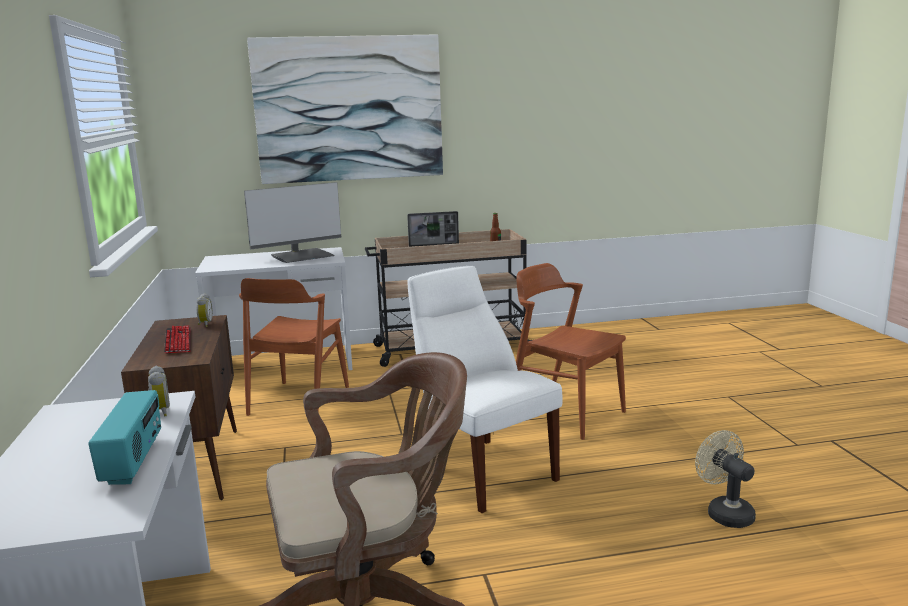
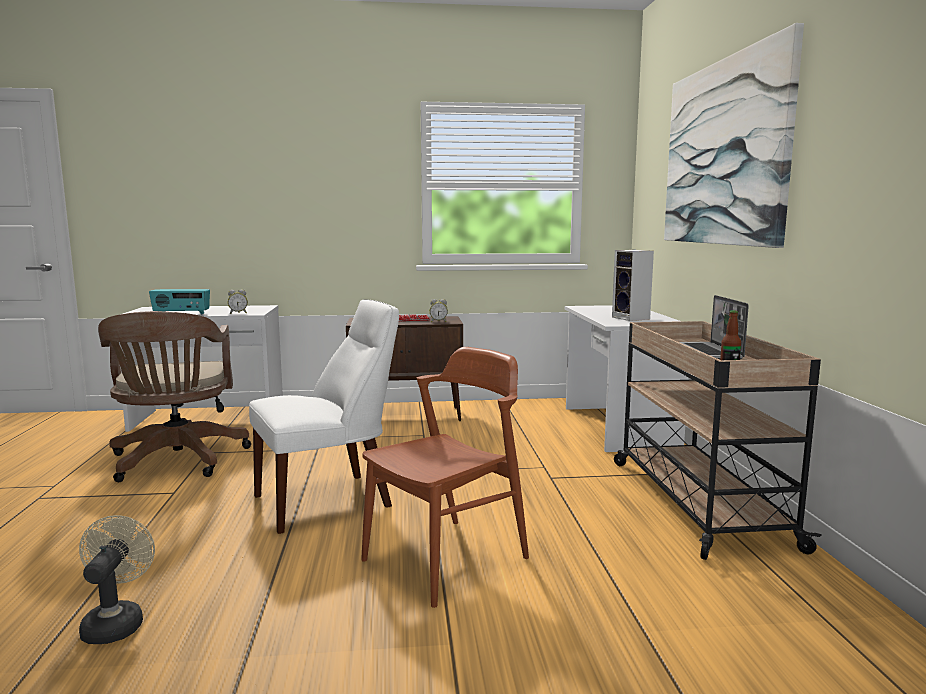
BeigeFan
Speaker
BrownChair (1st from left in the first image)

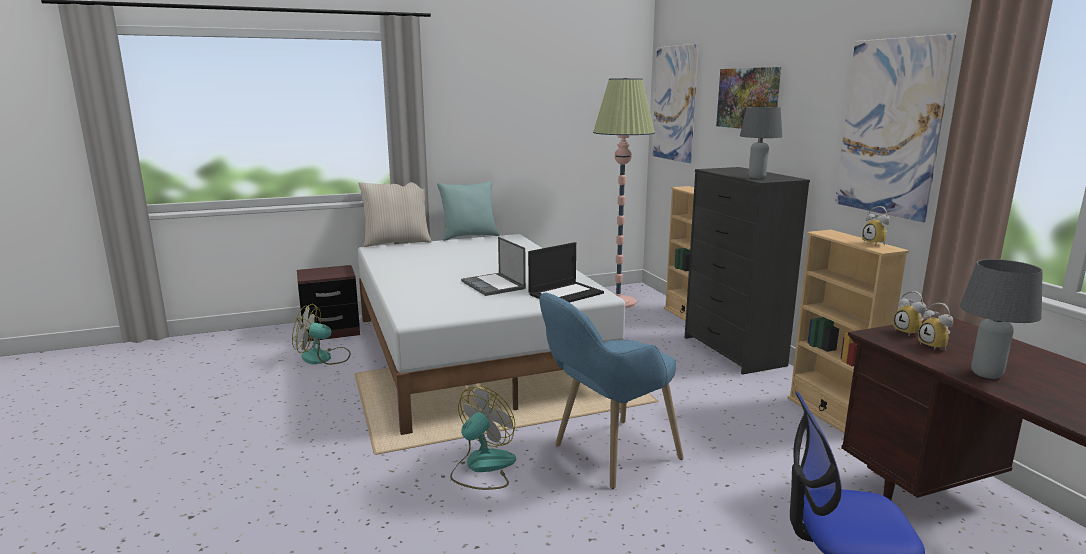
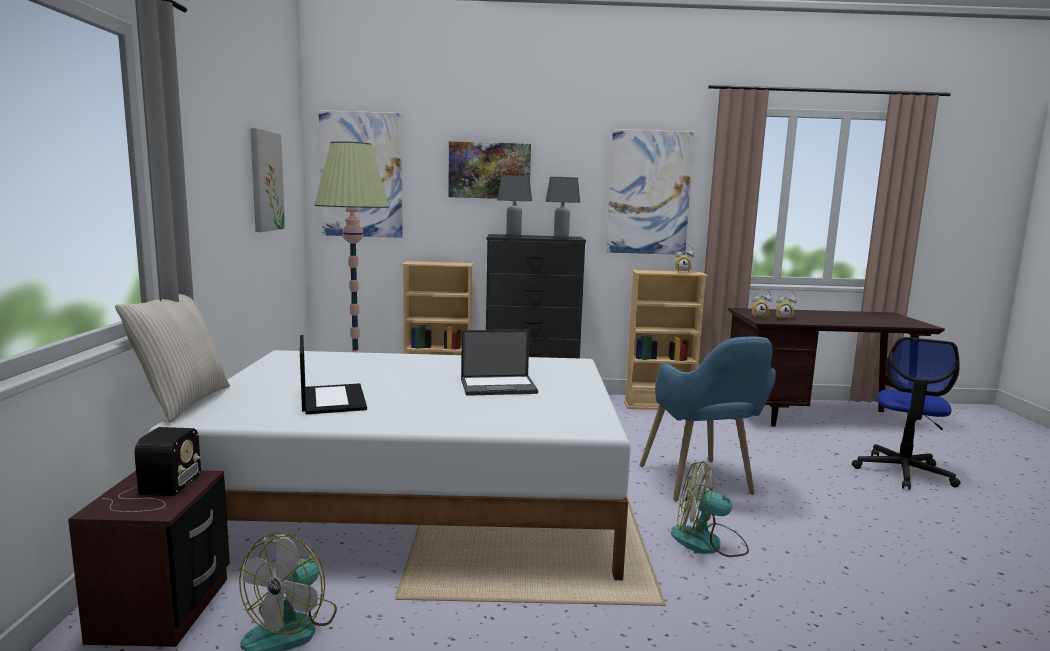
Radio
Picture (1st from left)
Laptop (1st from left)
GreyTableLamp (1st from left)
Fan (2nd from left)
TurquoisePillow

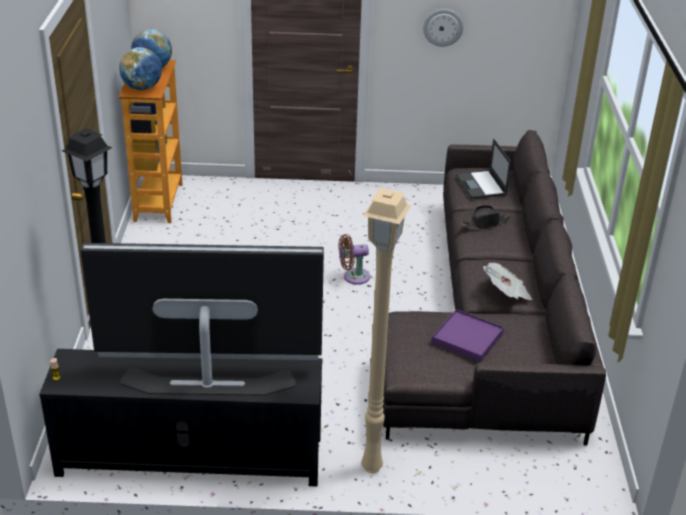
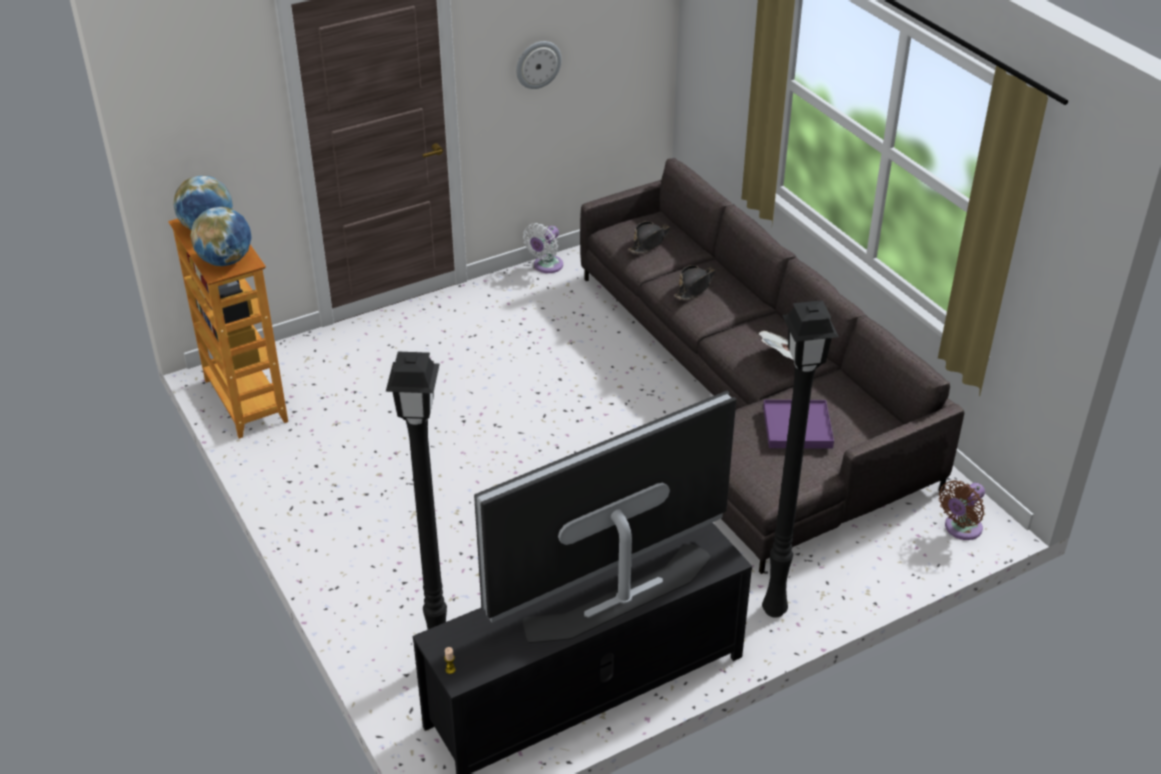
WhiteFan
BlackHat (1st from left)
BlackFloorLamp (2nd from left)
BrownFan

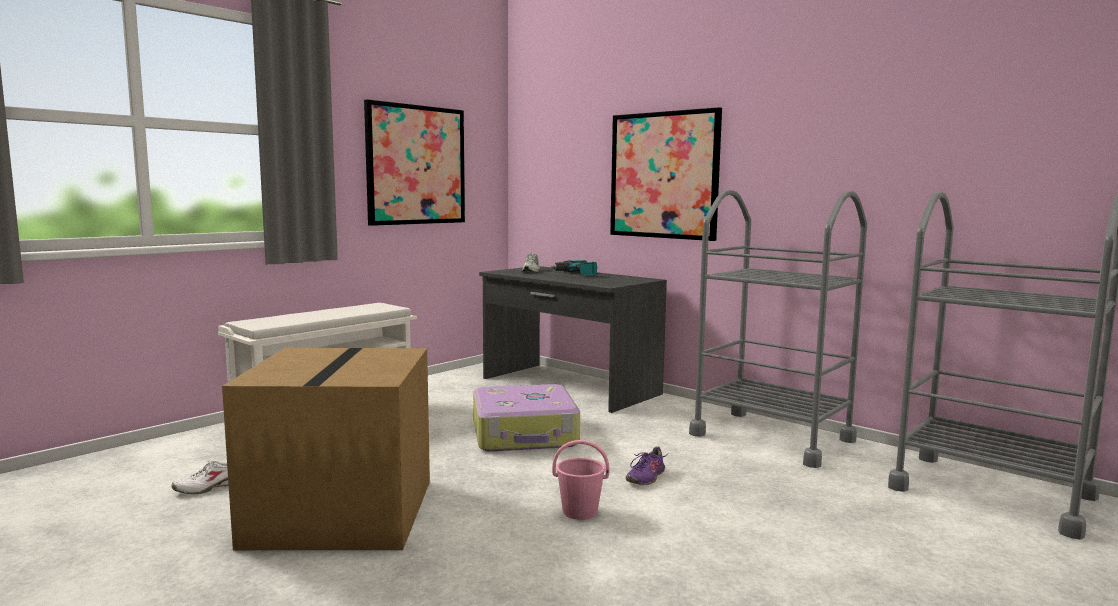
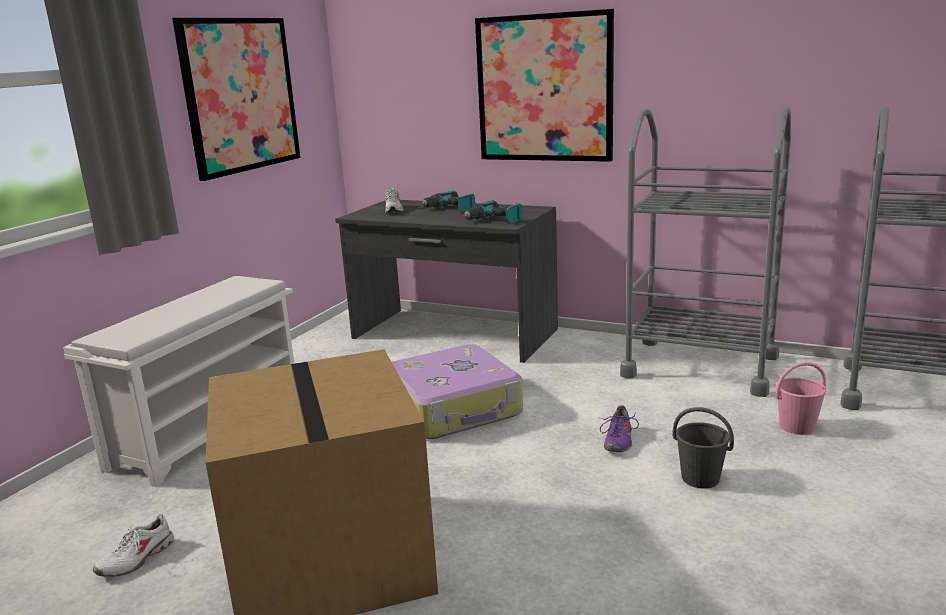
PowerDrill (2nd from left)
GreyBucket
PinkBucket

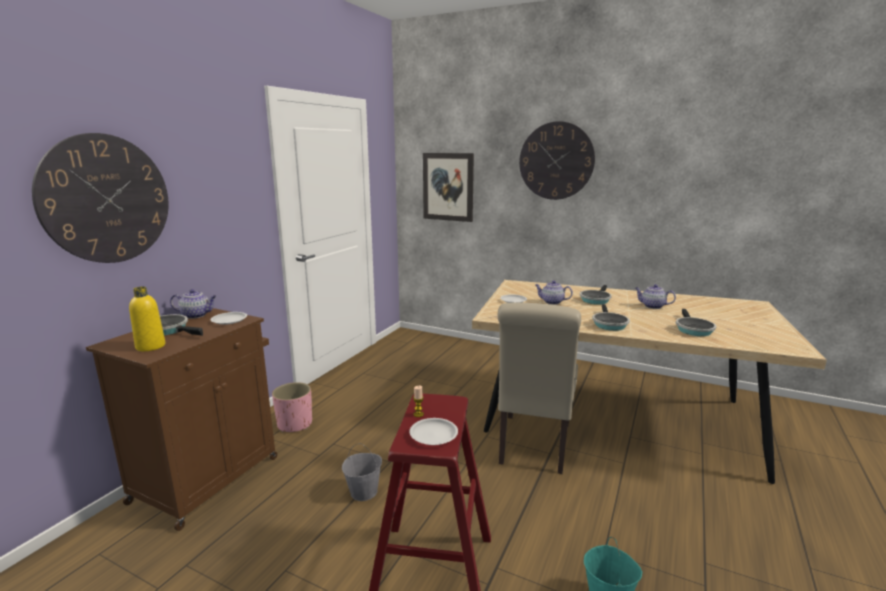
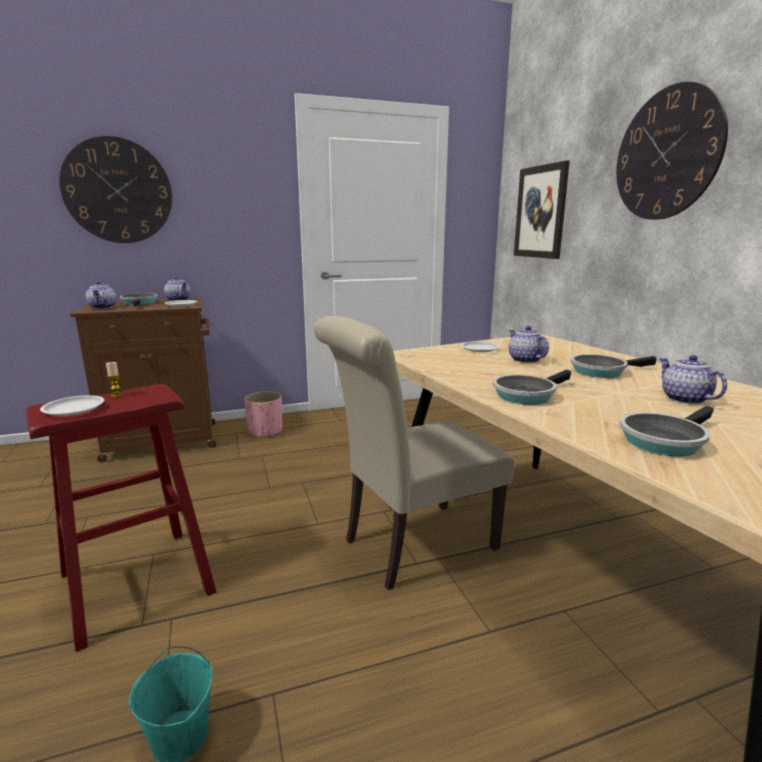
Teapot (1st from left)
GreyBucket

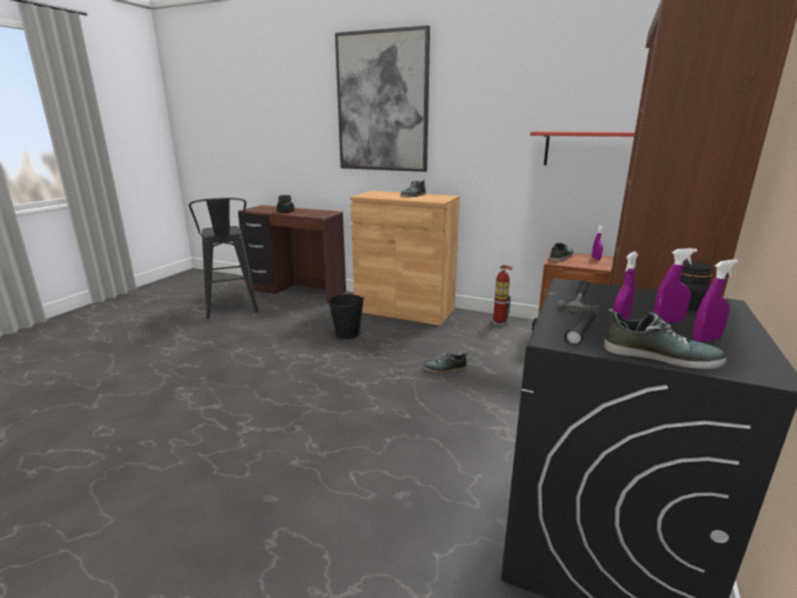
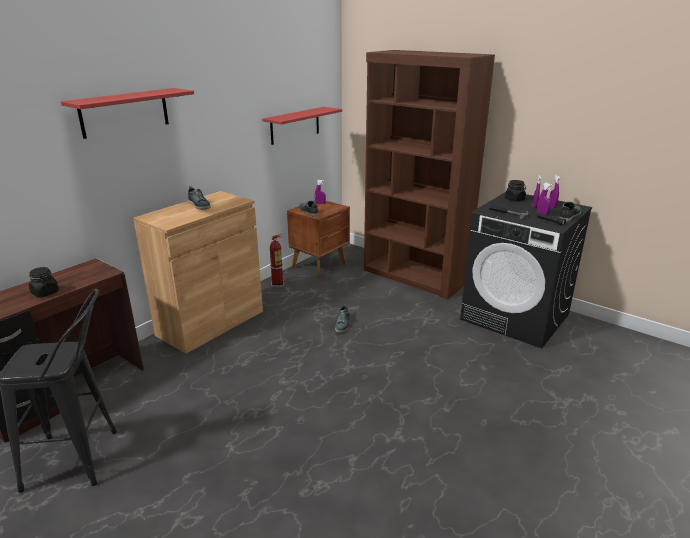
RedShelf (1st from left)
BlackBucket

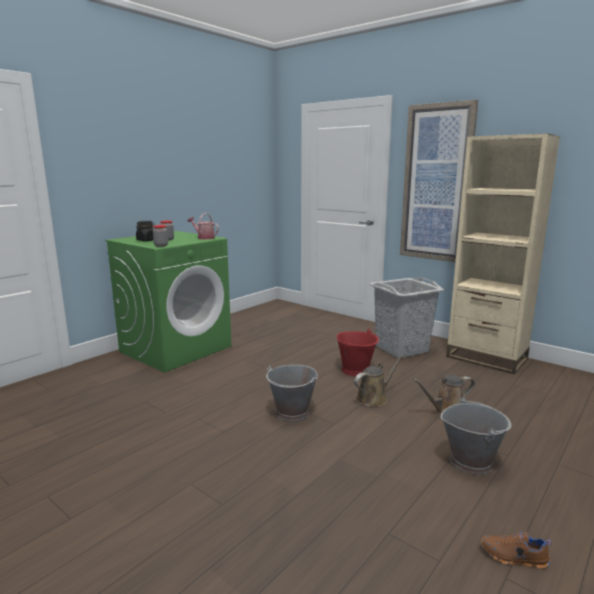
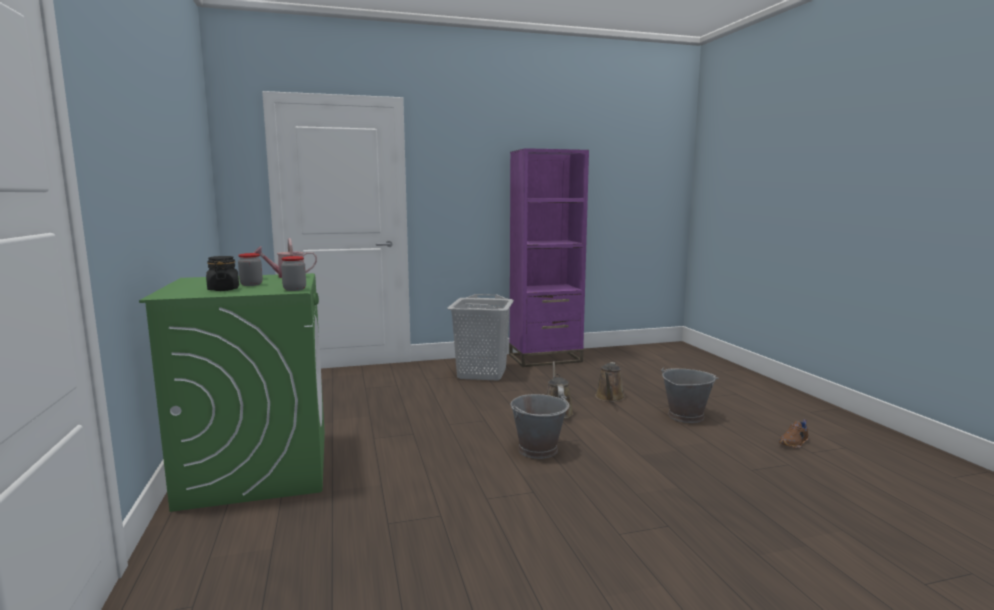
PurpleBookcase
RedBucket
Picture

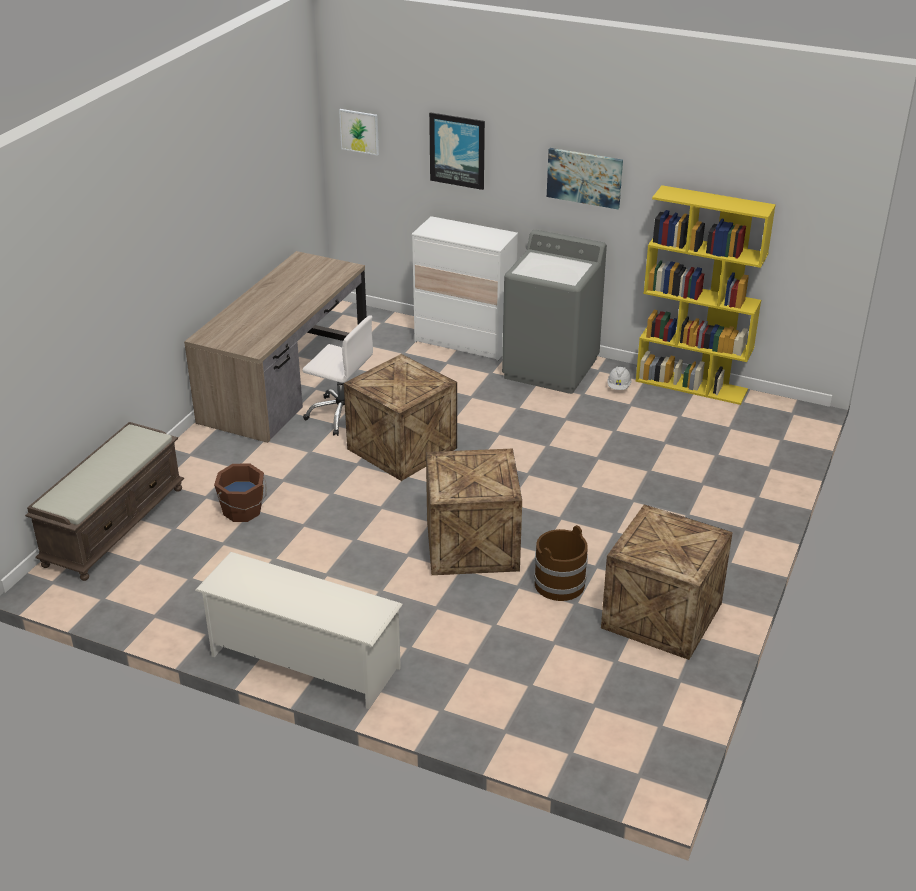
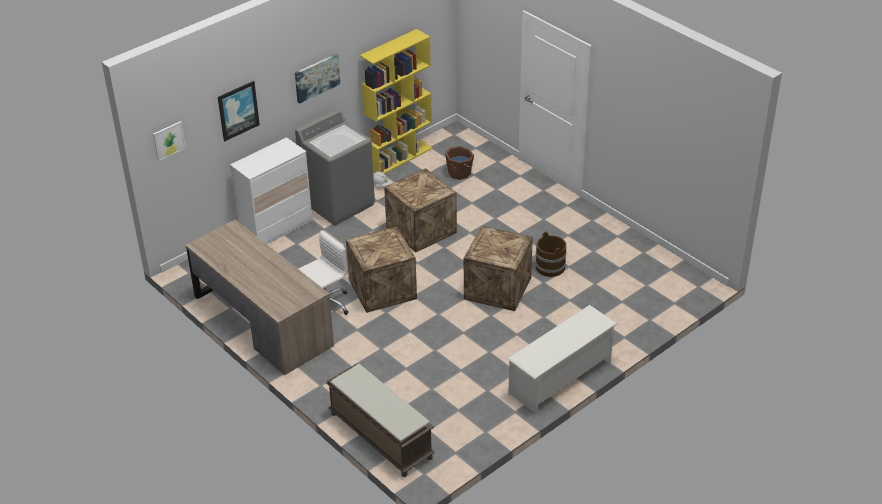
Crate (2nd from left)
BrownBucket (1st from left)

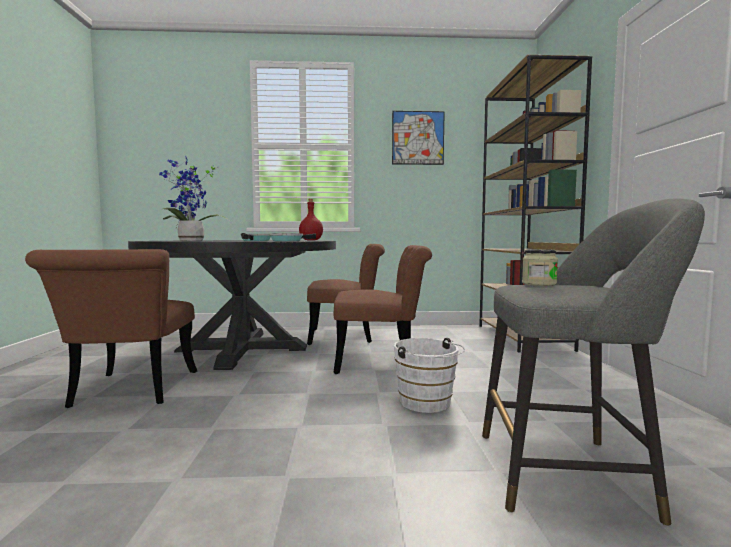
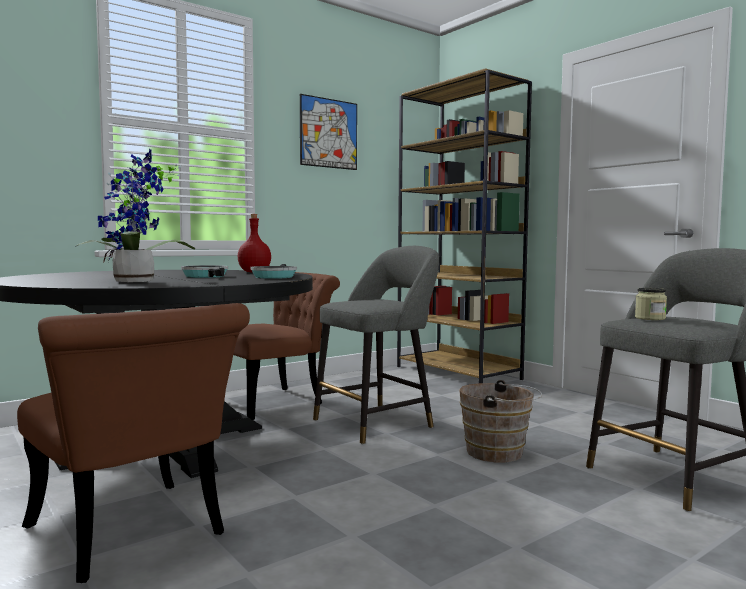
GreyStool (1st from left)
BrownBucket

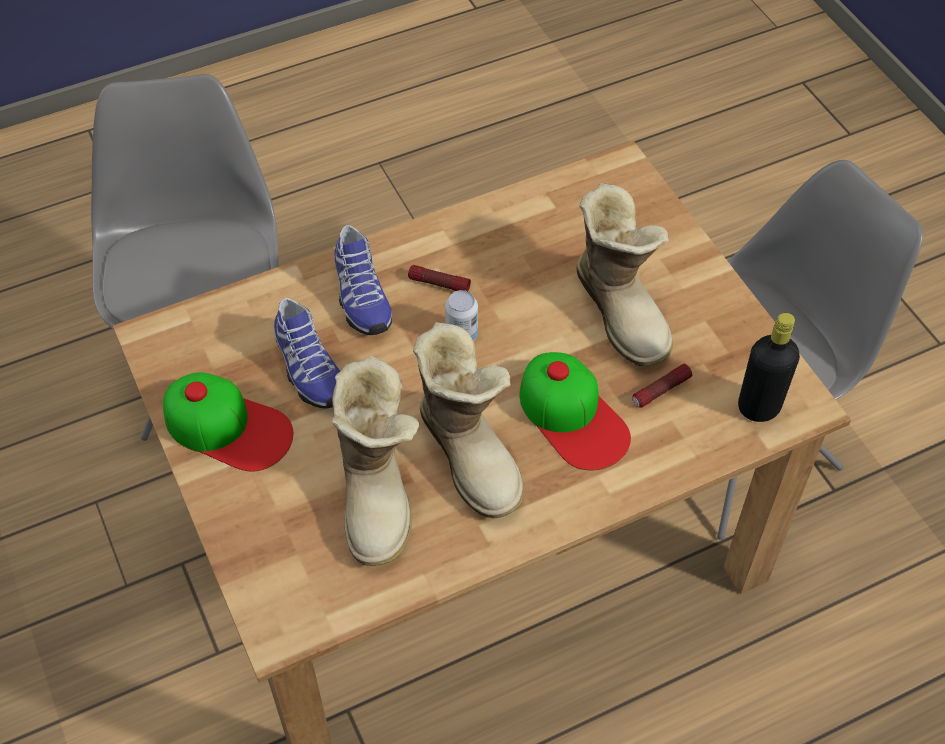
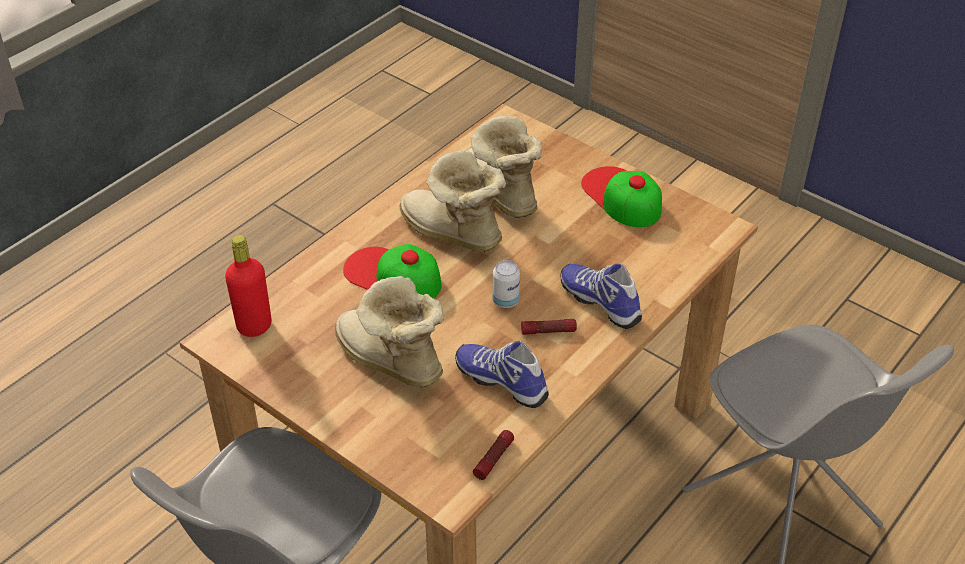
RedBottle
Shoe (1st from left)
Flashlight (1st from left)
Cap (2nd from left)

